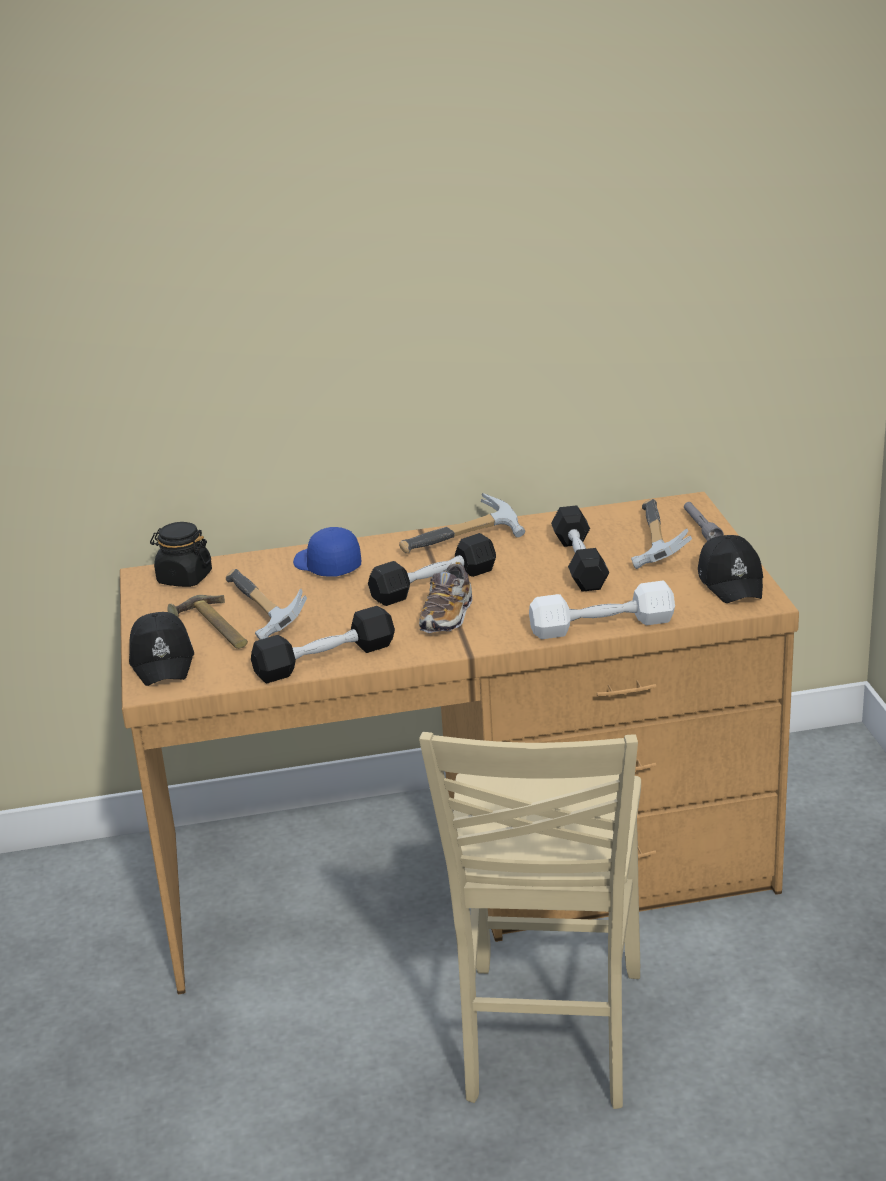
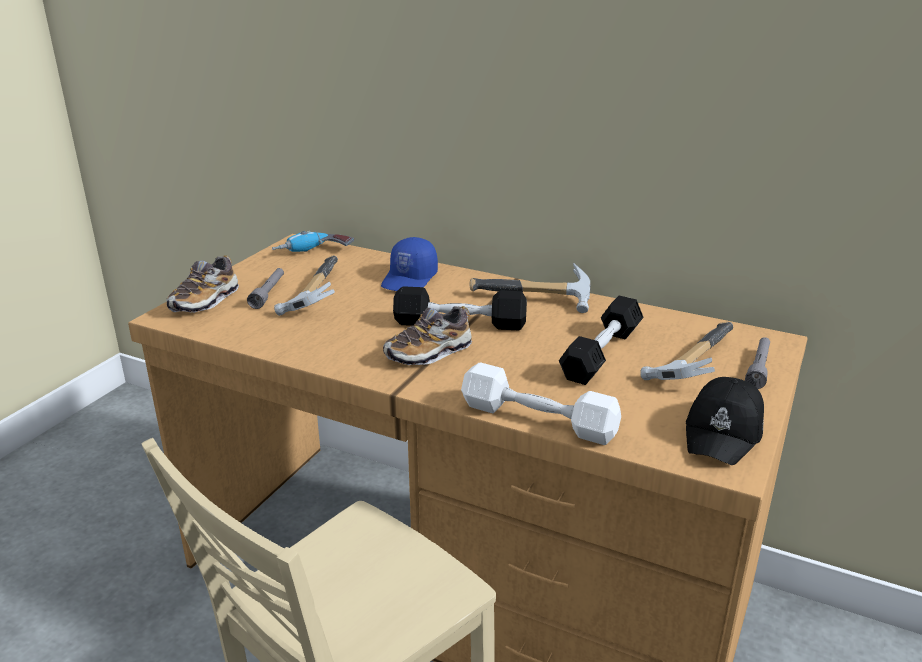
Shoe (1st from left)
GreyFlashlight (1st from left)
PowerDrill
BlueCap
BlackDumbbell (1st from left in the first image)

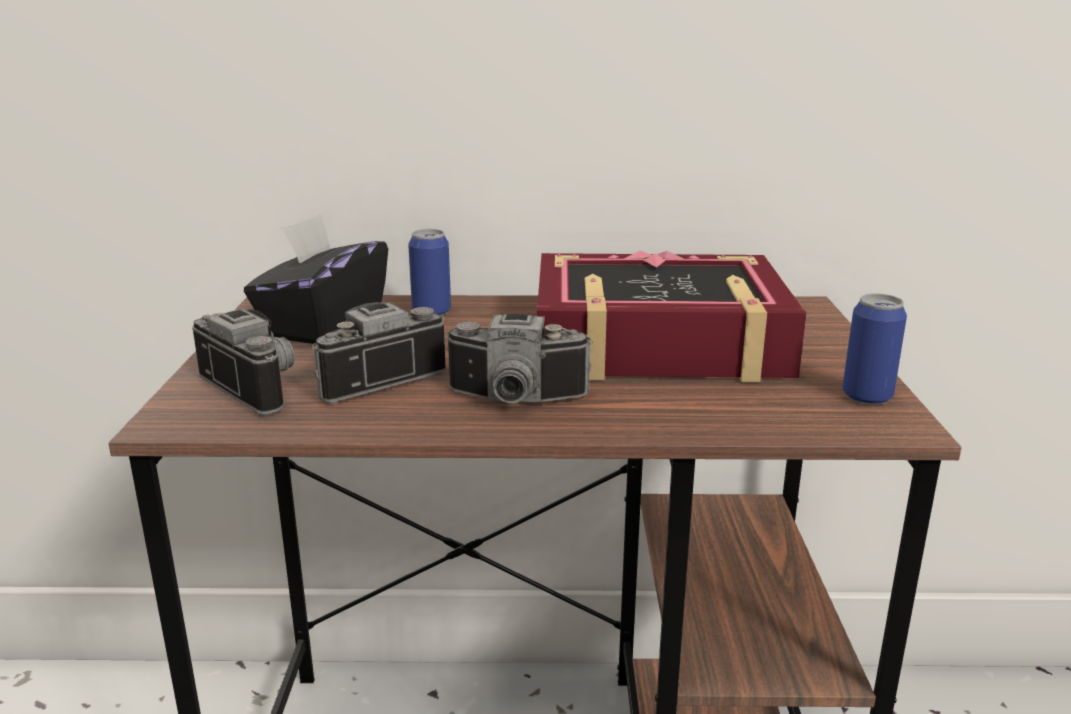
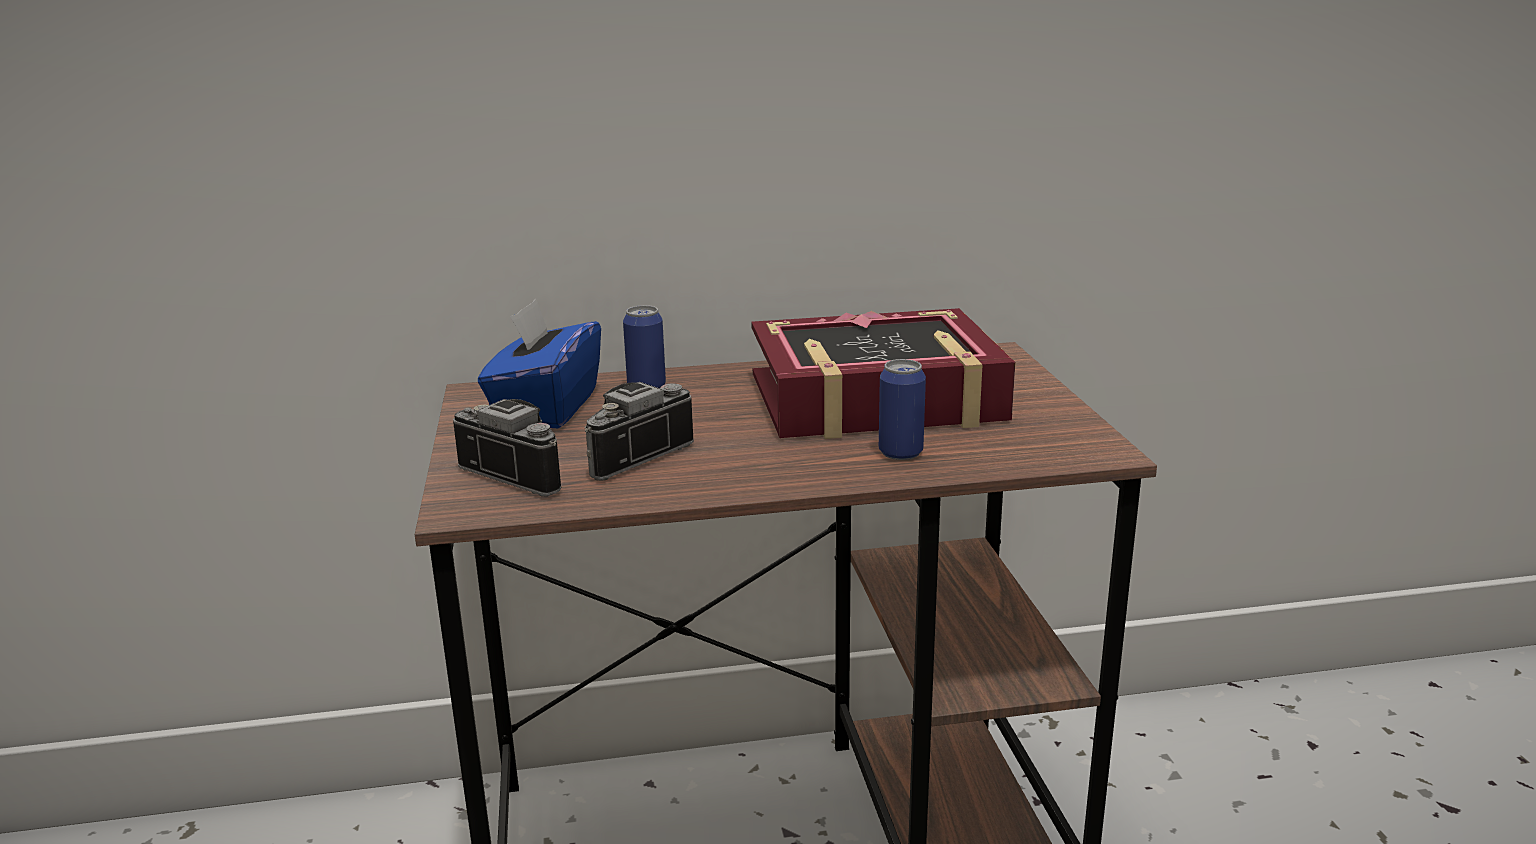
BlueTissueBox
Can (2nd from left)
PhotoCamera (3rd from left in the first image)

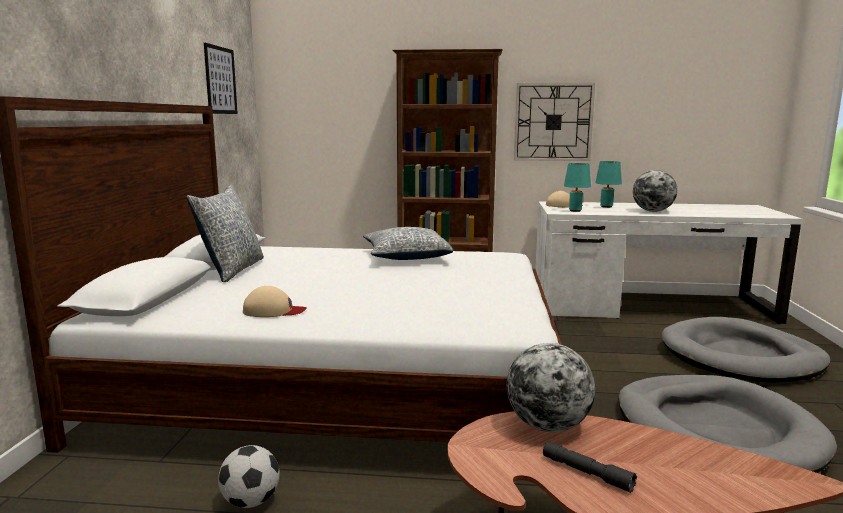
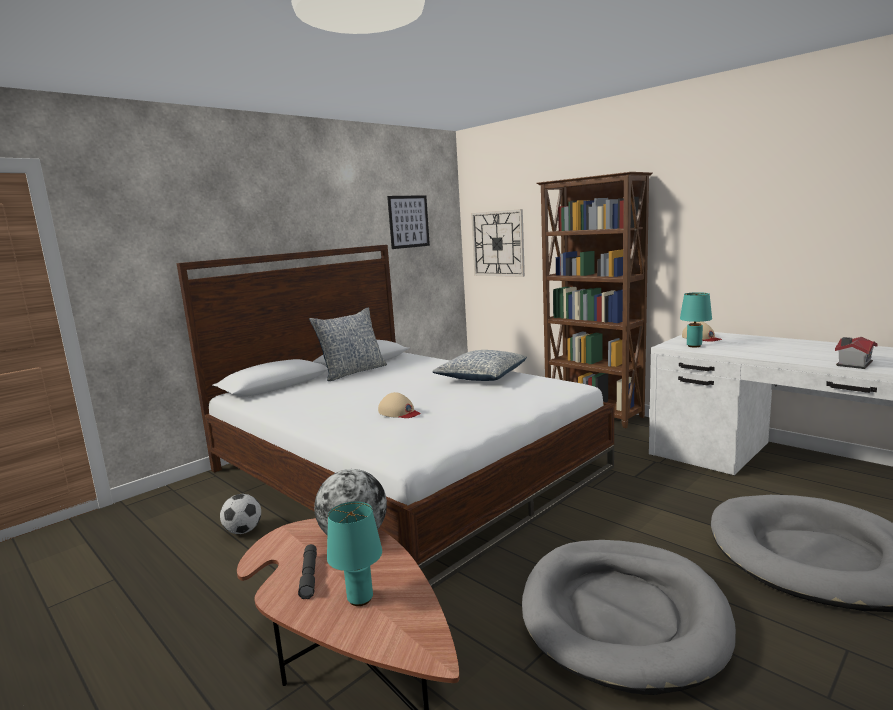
TurquoiseTableLamp (1st from left)
BeigeCap (1st from left)
WallClock
ToyHouse
Globe (2nd from left in the first image)

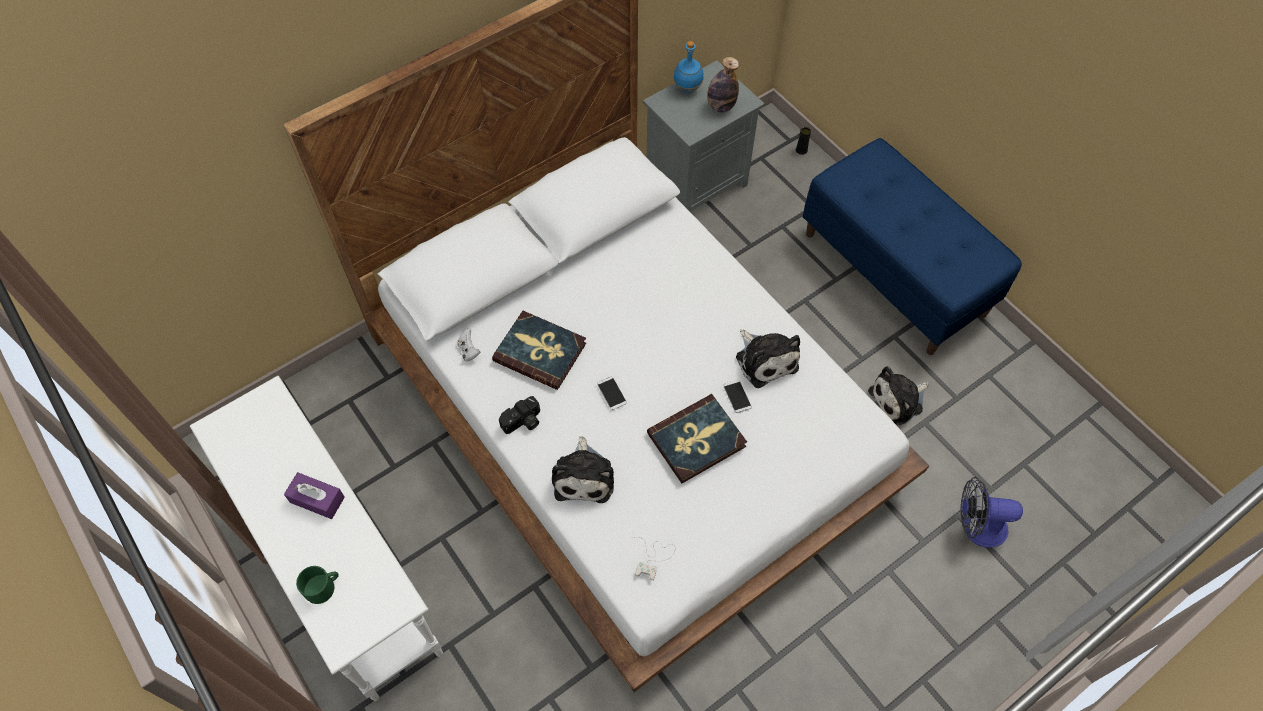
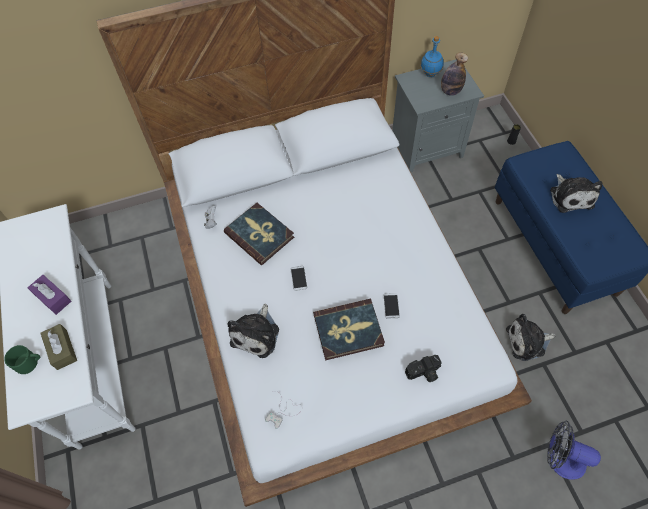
BrownTissueBox
PhotoCamera
PlushToy (3rd from left)

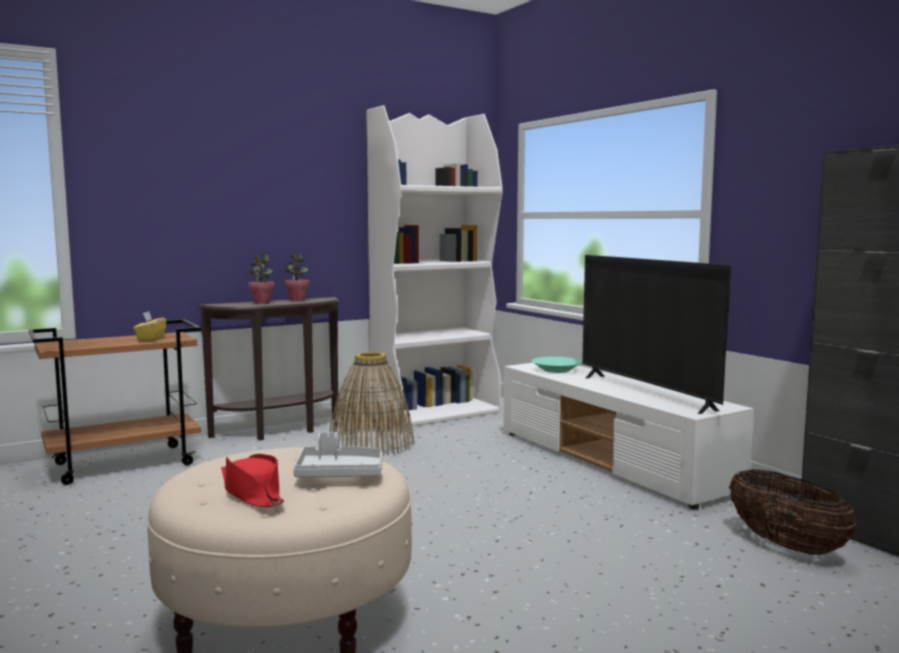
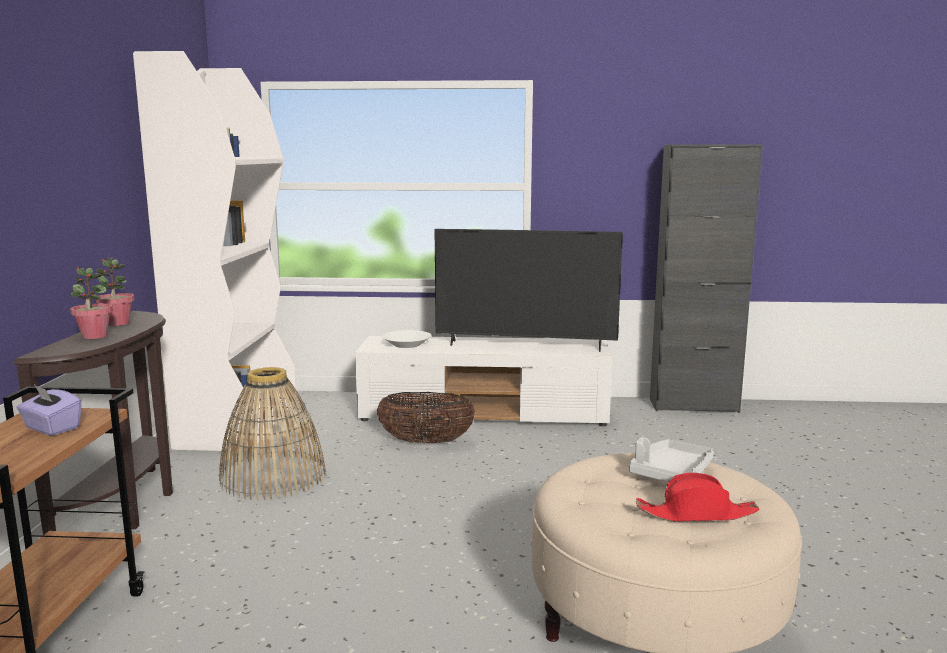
PurpleTissueBox
Basket (2nd from left)
WhiteBowl

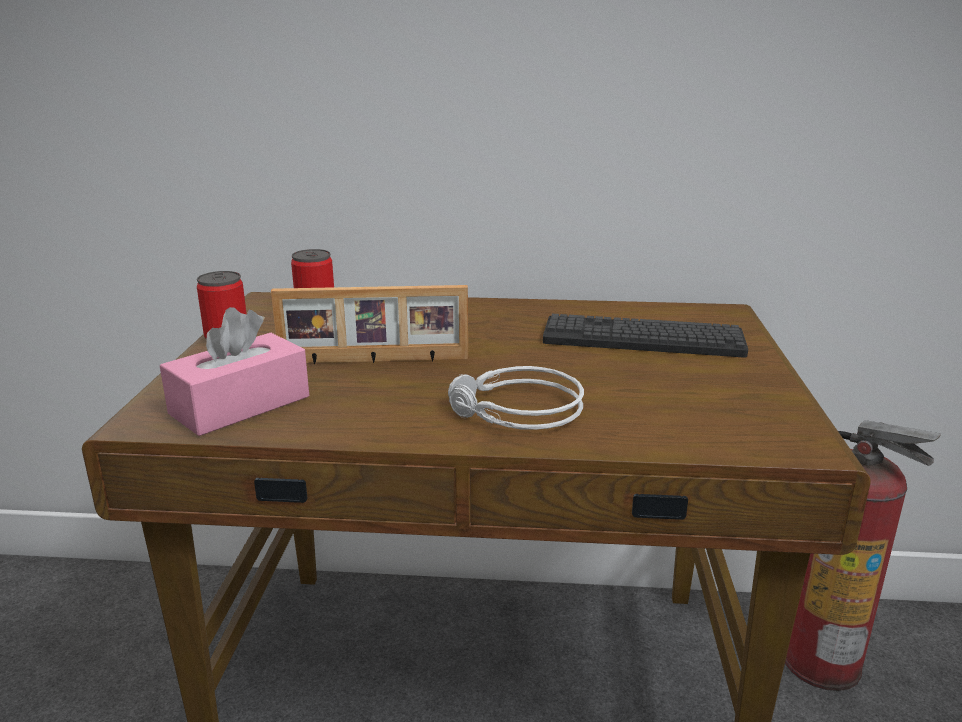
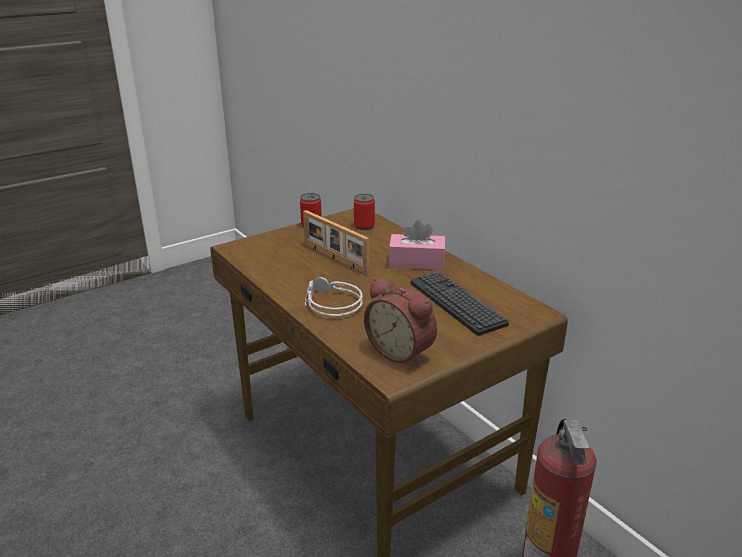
AlarmClock
PinkTissueBox

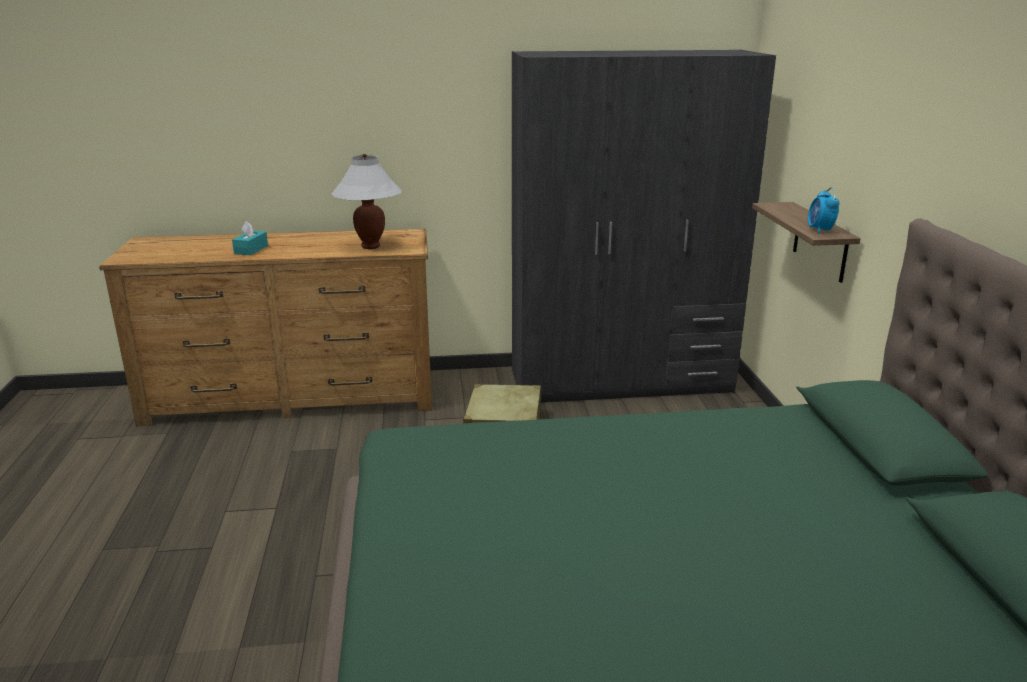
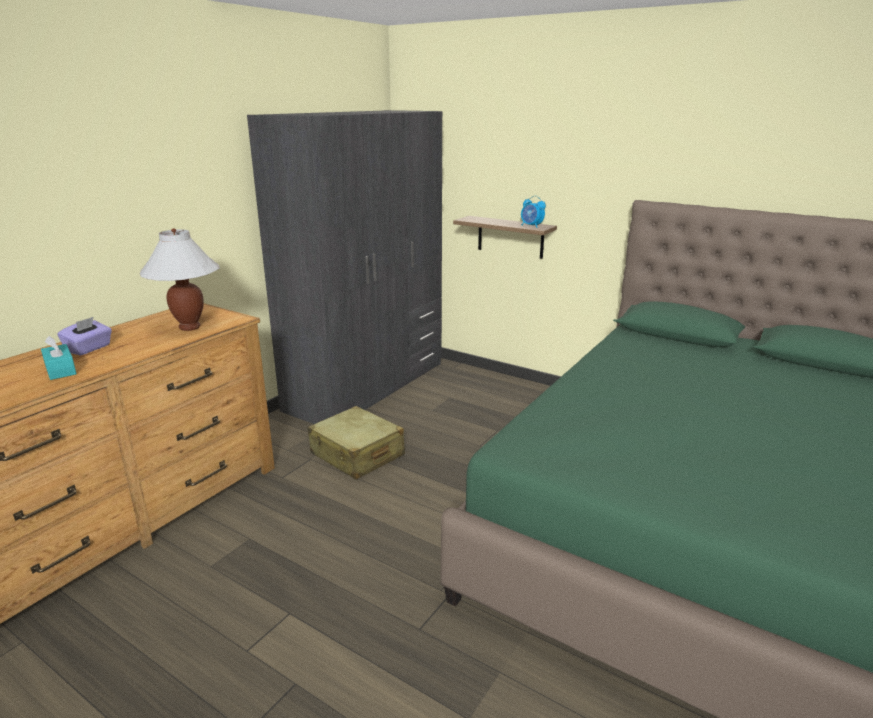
PurpleTissueBox

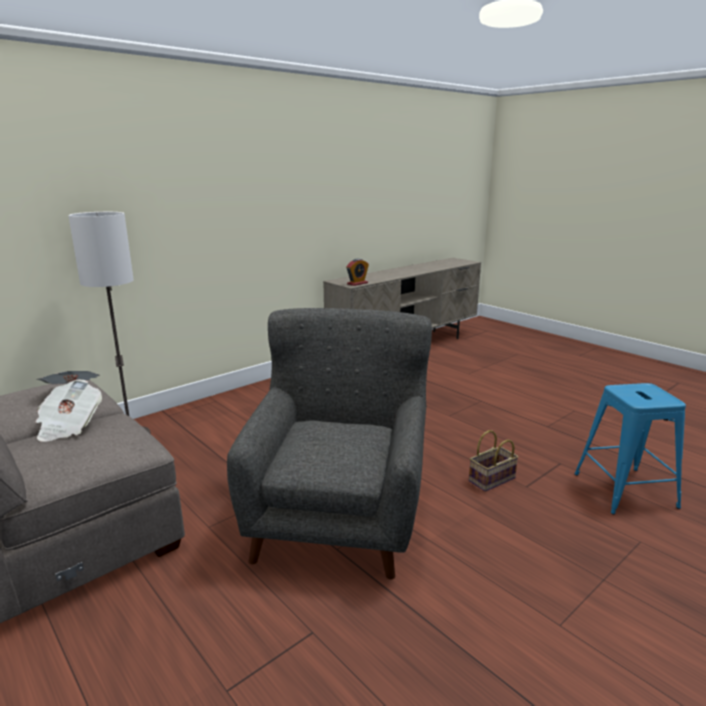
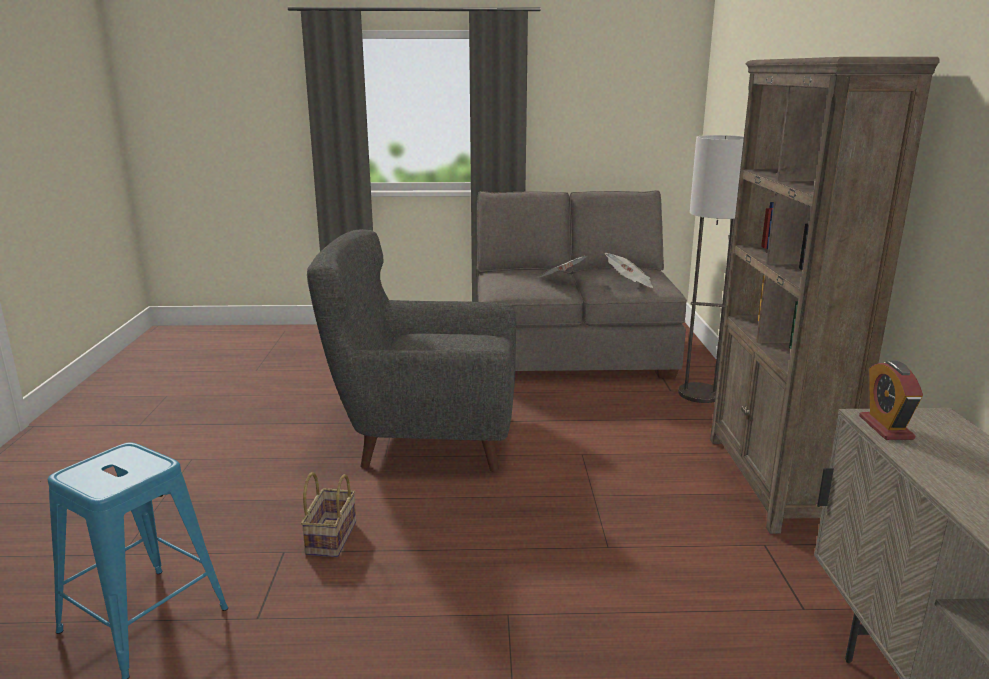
GreyArmchair
BrownBookcase

